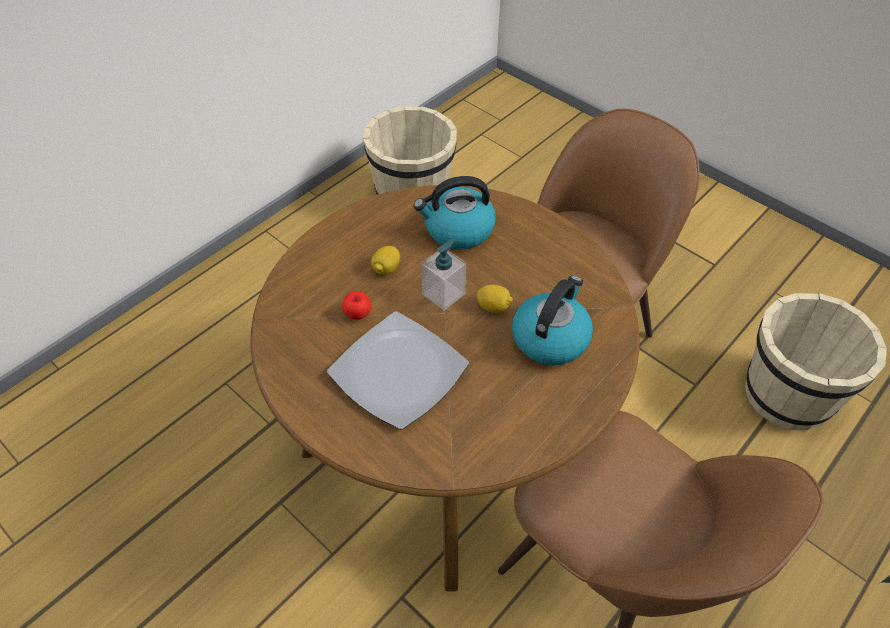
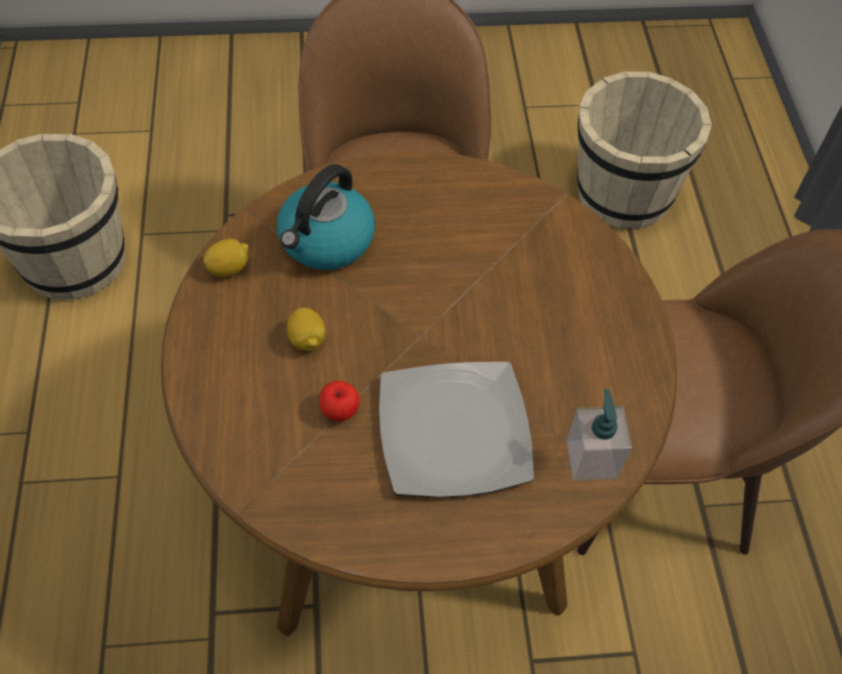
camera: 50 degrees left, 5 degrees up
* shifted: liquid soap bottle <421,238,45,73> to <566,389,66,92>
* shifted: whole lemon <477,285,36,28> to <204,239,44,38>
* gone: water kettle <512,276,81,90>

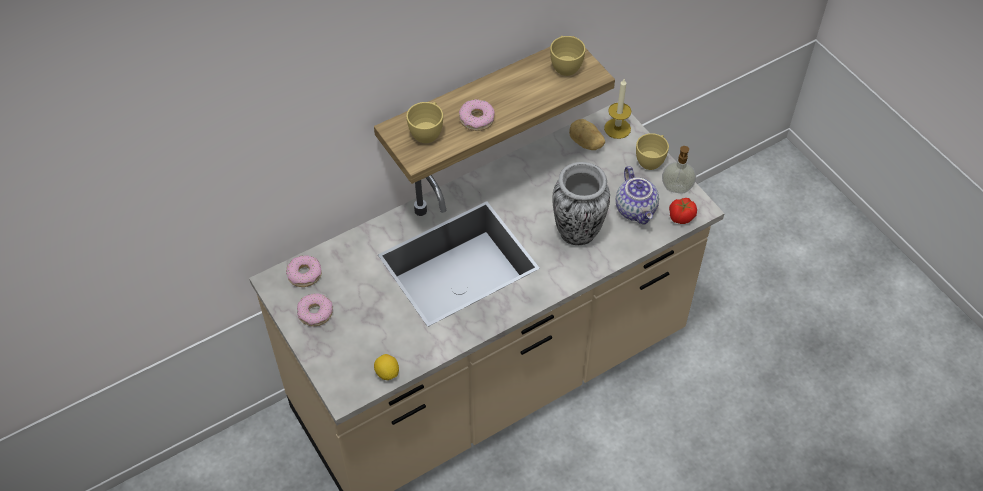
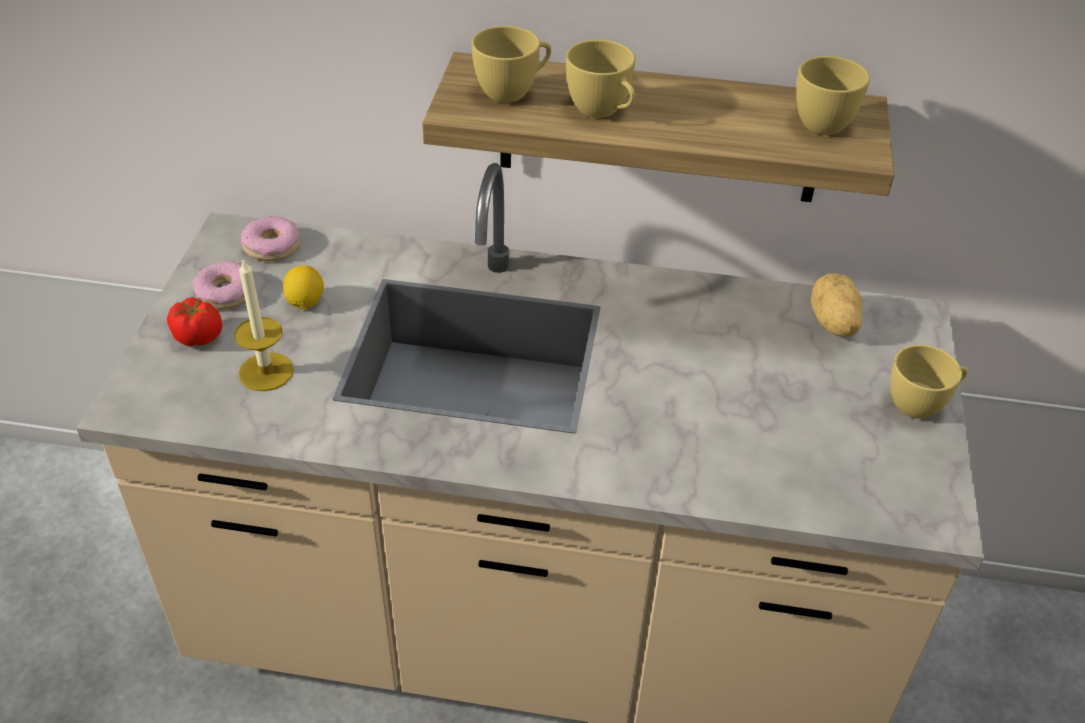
camera: 40 degrees right, 10 degrees down
* shifted: whole lemon <374,354,25,26> to <283,265,41,44>
* swapped: doughnut <459,99,36,32> to drinking cup (yellow-coloured) <566,40,69,78>
* gone: vase <552,162,58,83>
* shifted: candle <604,79,27,60> to <234,259,60,132>
* gone: teapot <616,166,43,58>
* gone: liquid soap bottle <662,146,34,47>
* shifted: fresh tomato <669,198,28,26> to <167,297,55,49>

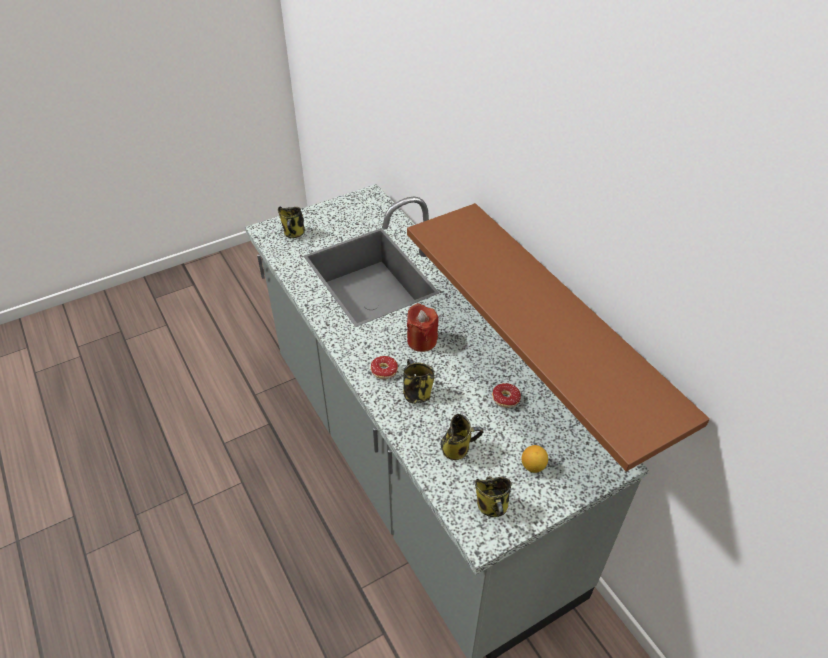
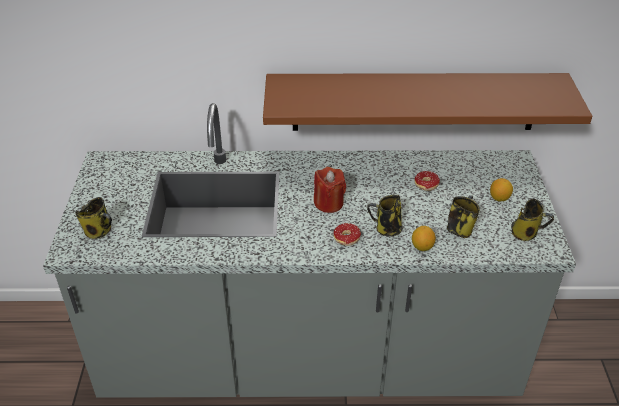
camera: 60 degrees left, 5 degrees down
* new: whole lemon <412,226,24,25>

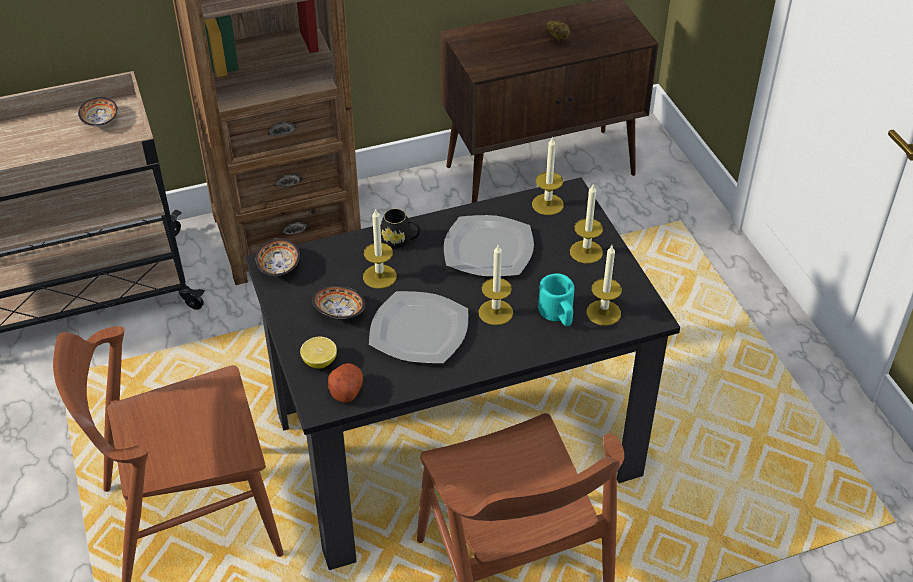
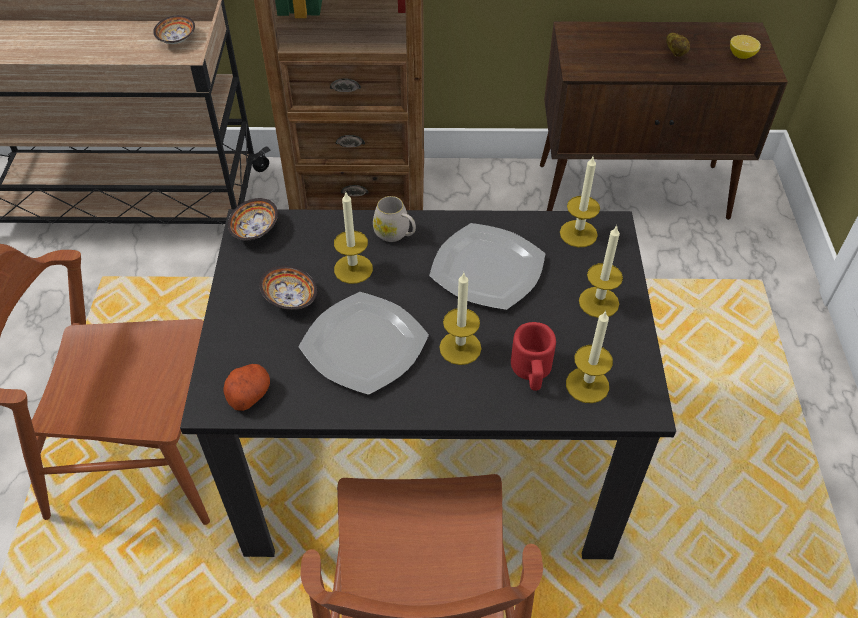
camera: 20 degrees right, 5 degrees up
* shifted: whole lemon <300,337,37,32> to <730,35,31,24>
* repainted: mug (blackish) <380,209,40,39> to mug (white) <373,196,43,46>
* repainted: mug (blue-green) <538,274,36,52> to mug (red-coloured) <511,322,45,69>

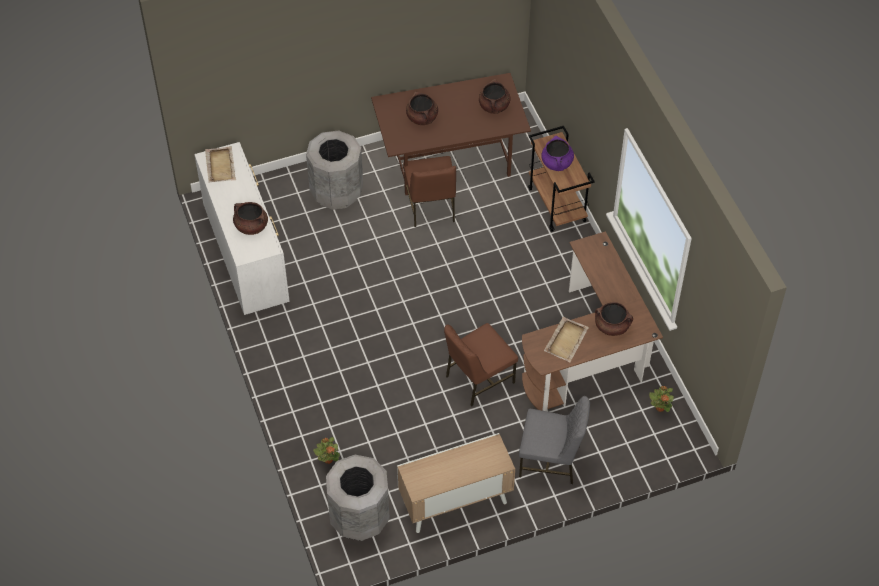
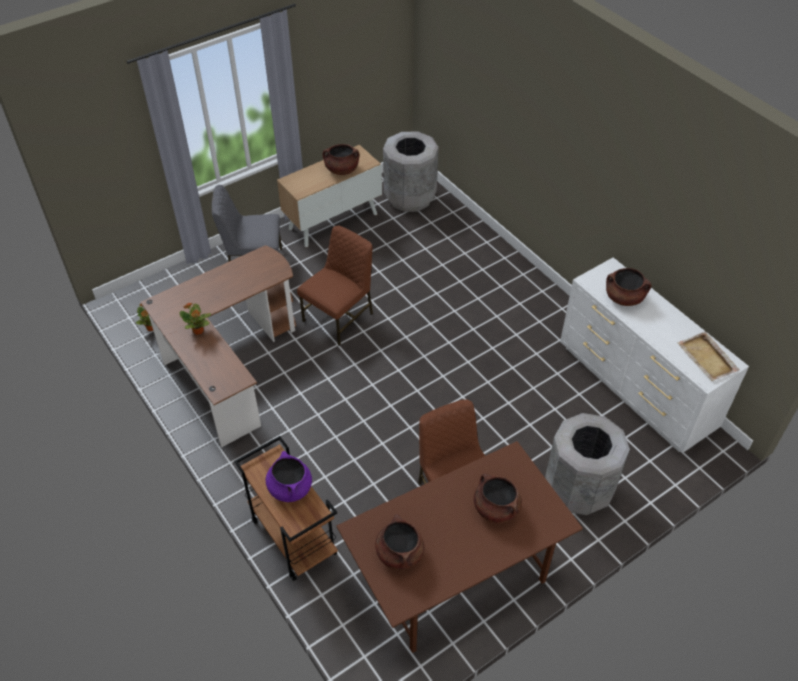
camera: 165 degrees right, 5 degrees down
* shifted: houseplant <313,437,27,27> to <179,302,32,33>
* gone: tray (beige-coloured) <544,317,45,46>
* shifted: saucepot (brown-coloured) <595,302,38,34> to <323,144,36,31>

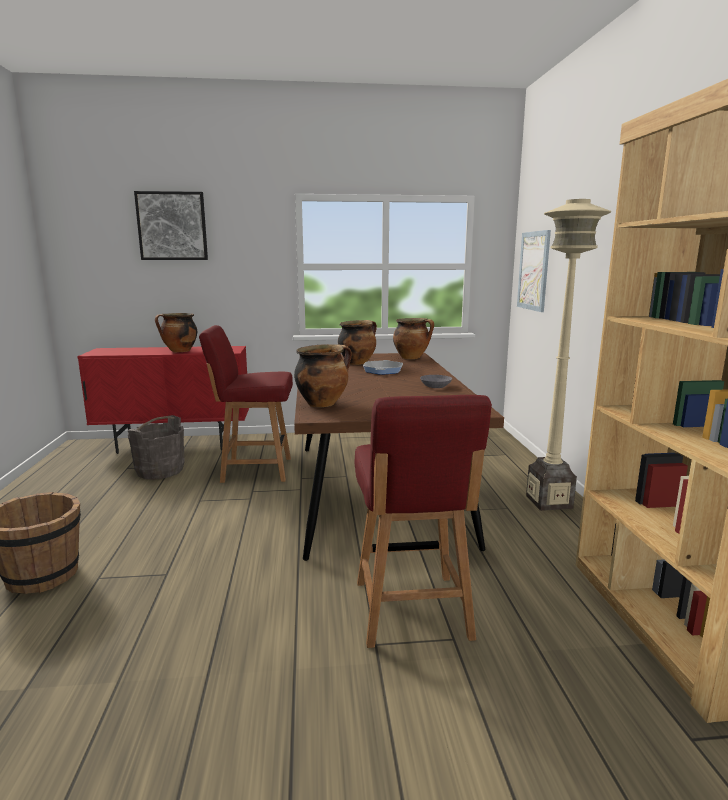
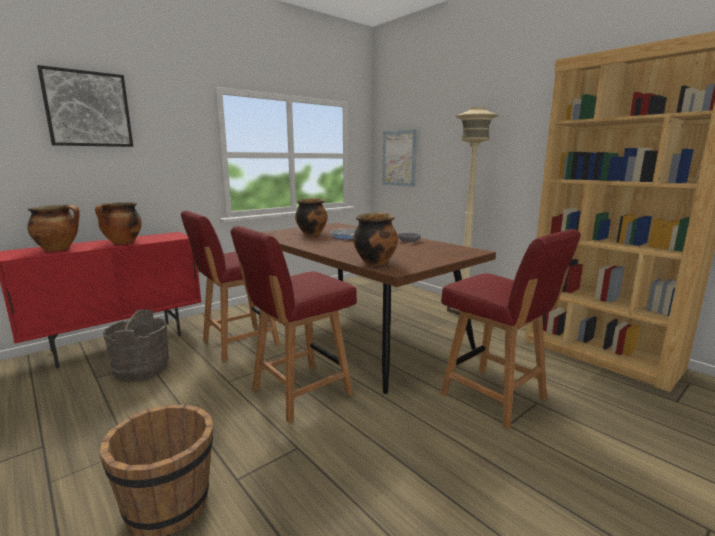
camera: 35 degrees left, 0 degrees up
* shifted: saucepot <393,318,41,41> to <27,205,53,46>
* new: chair (red-coloured) <231,226,126,197>

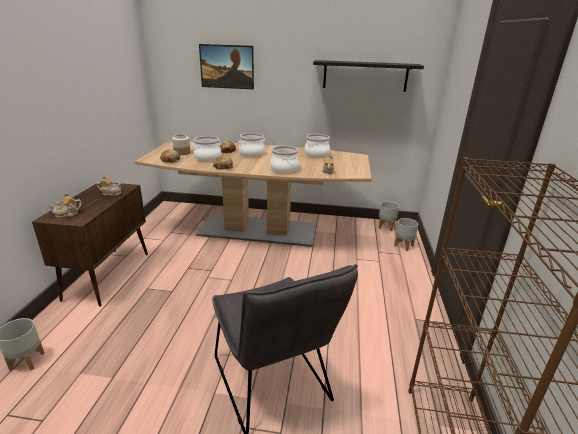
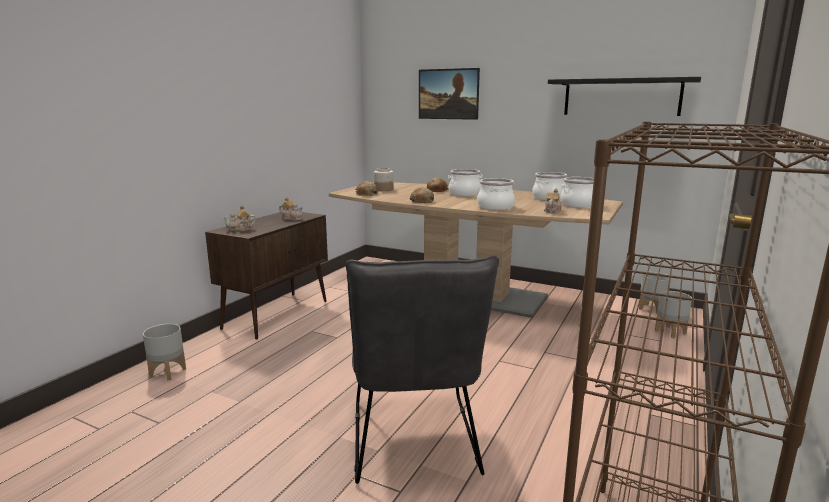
camera: 20 degrees right, 10 degrees down
* shifted: saucepot <192,136,30,26> to <560,177,34,31>

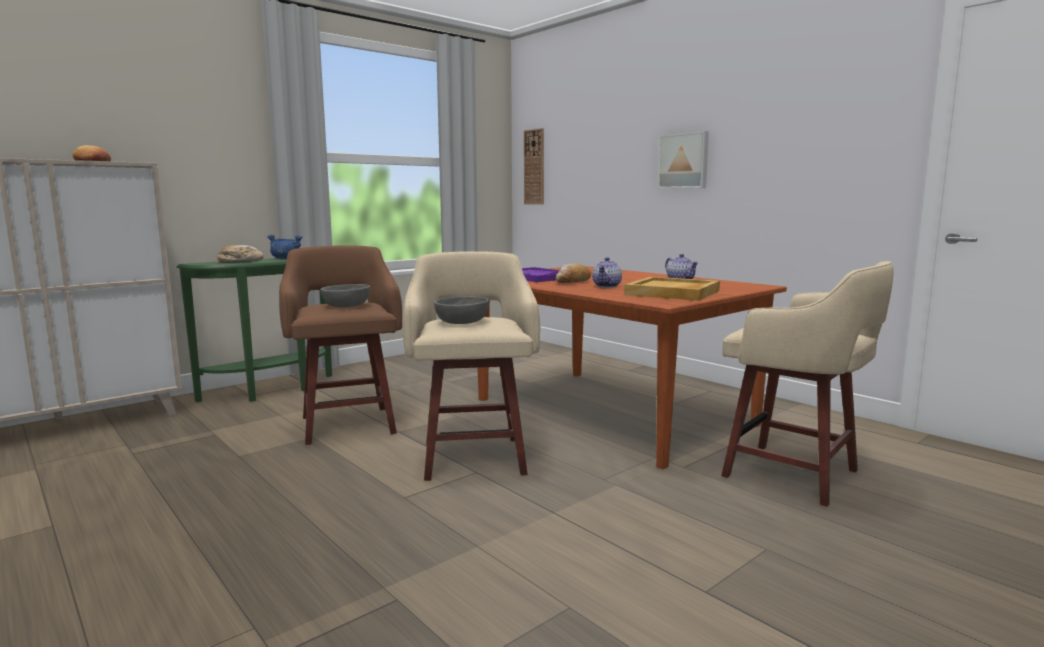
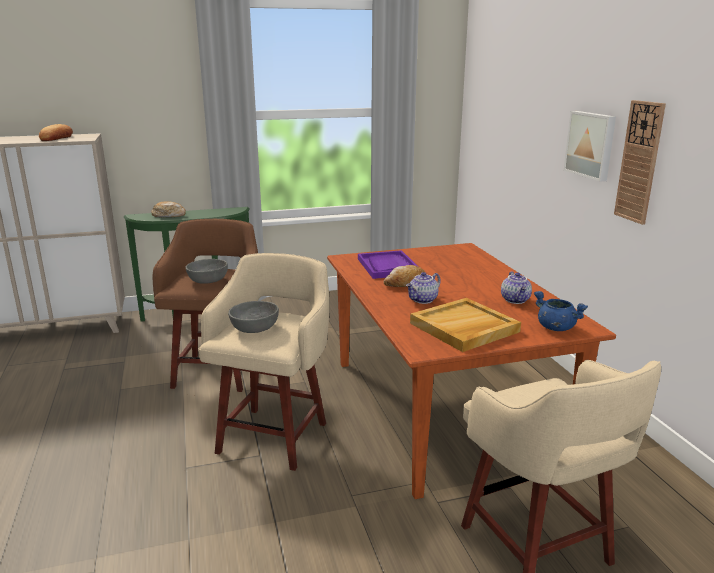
camera: 25 degrees right, 10 degrees up
* shifted: saucepot (blue) <267,235,36,24> to <534,291,54,40>
* shifted: clock on the wall <524,128,20,77> to <614,100,52,125>

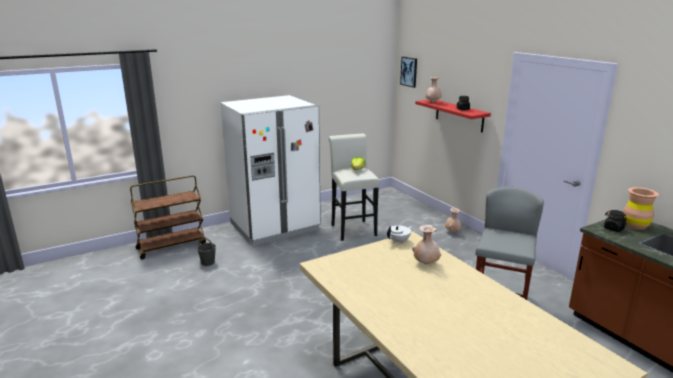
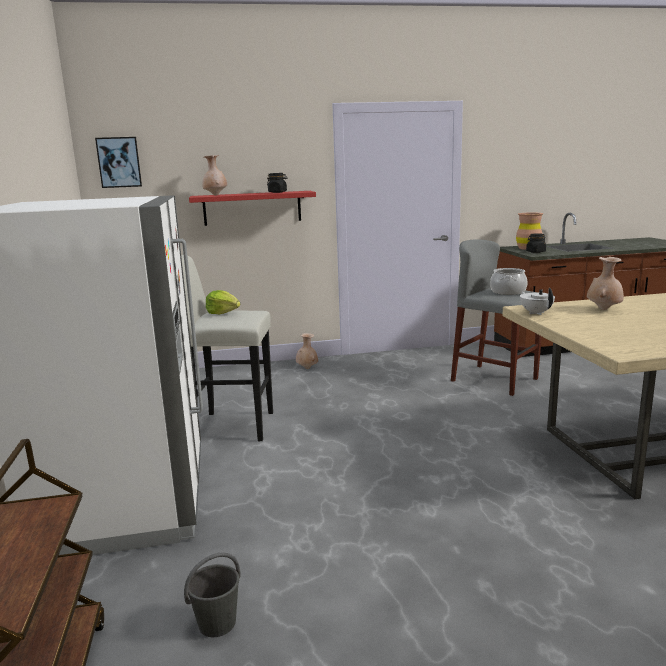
camera: 70 degrees left, 5 degrees down
* new: saucepot <490,268,38,27>

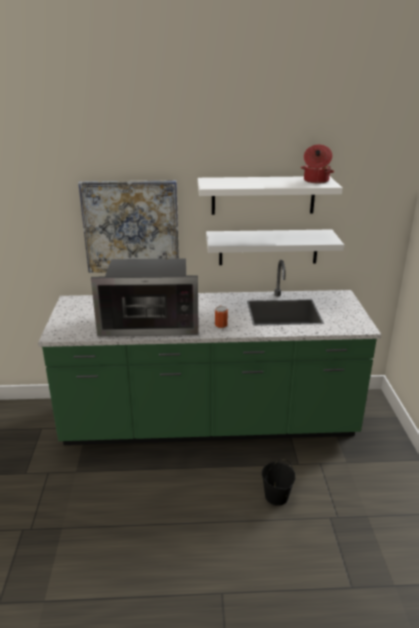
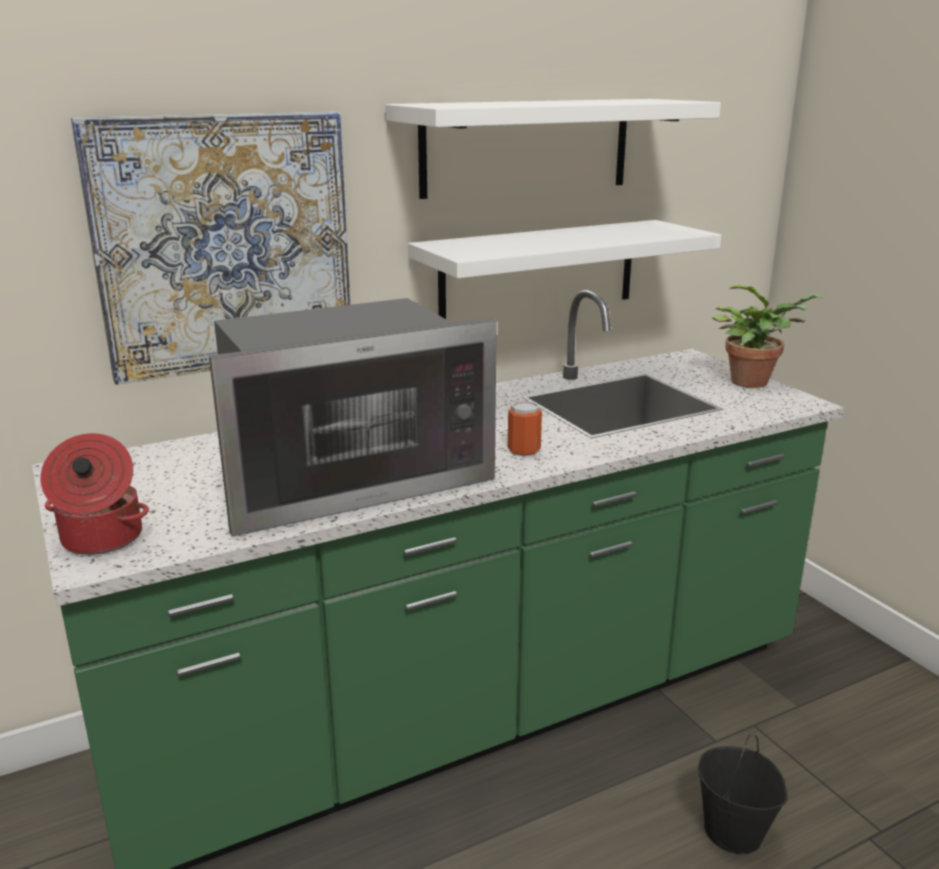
camera: 25 degrees left, 5 degrees down
* shifted: saucepot <301,145,33,38> to <40,433,109,122>
* new: houseplant <712,284,112,104>

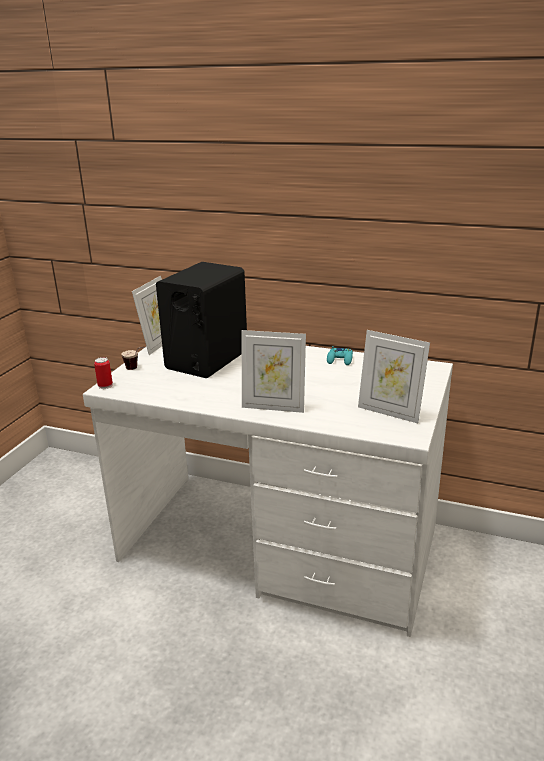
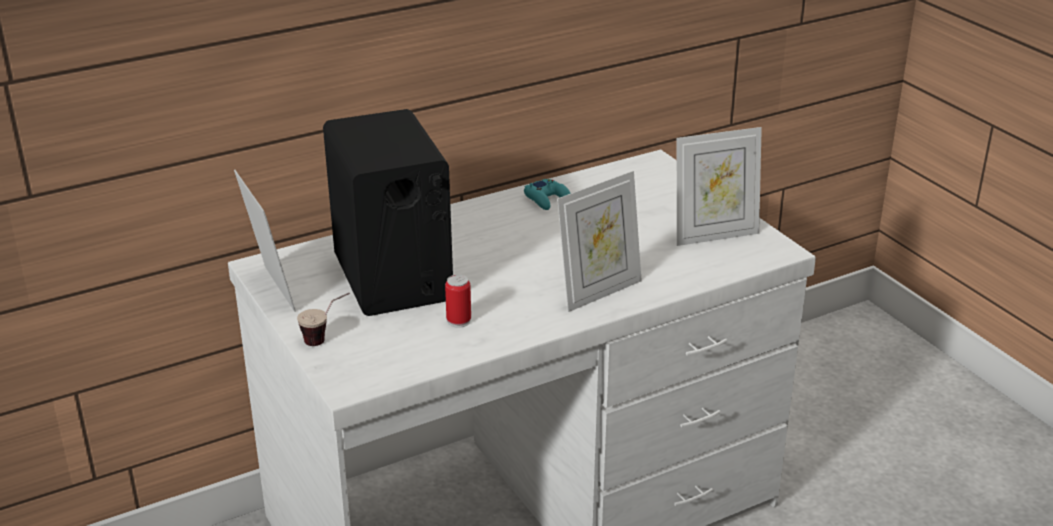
camera: 50 degrees left, 5 degrees up
* shifted: can <94,357,19,32> to <445,274,26,54>

